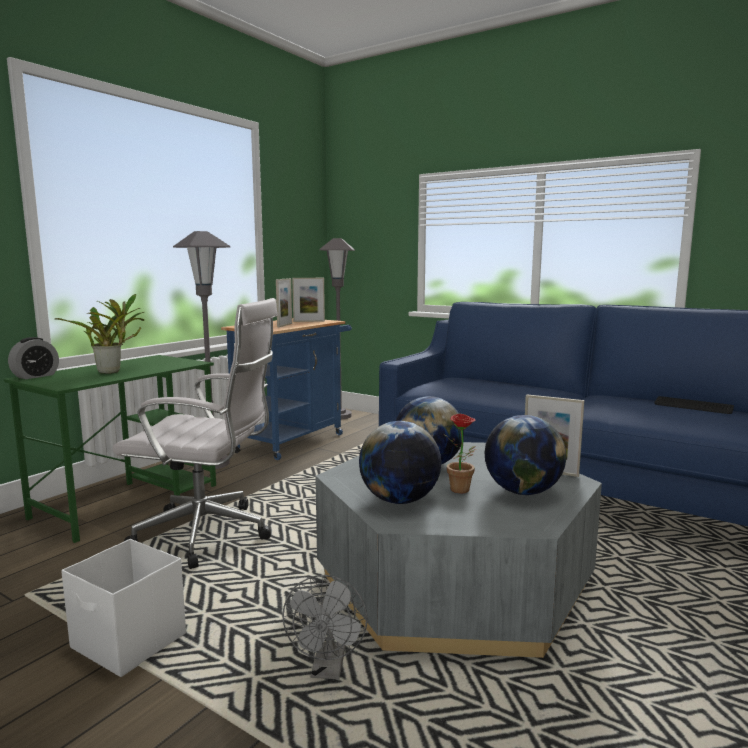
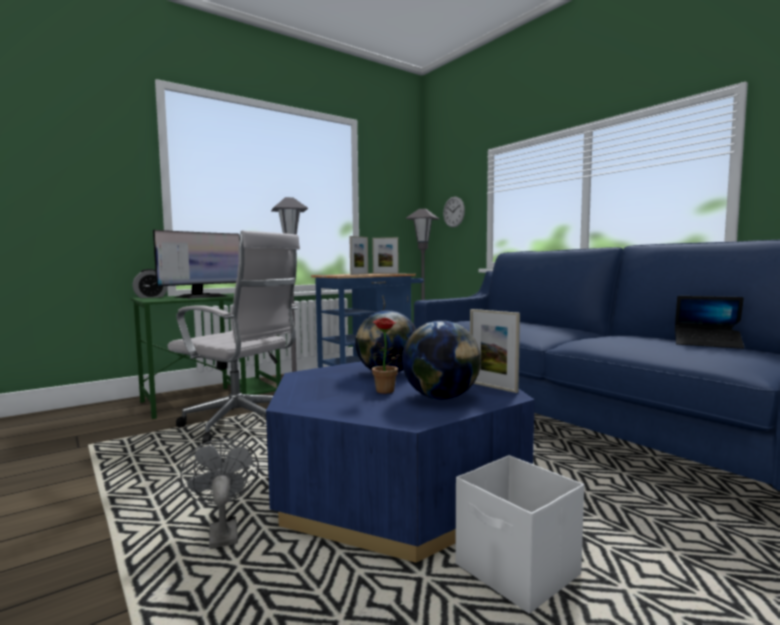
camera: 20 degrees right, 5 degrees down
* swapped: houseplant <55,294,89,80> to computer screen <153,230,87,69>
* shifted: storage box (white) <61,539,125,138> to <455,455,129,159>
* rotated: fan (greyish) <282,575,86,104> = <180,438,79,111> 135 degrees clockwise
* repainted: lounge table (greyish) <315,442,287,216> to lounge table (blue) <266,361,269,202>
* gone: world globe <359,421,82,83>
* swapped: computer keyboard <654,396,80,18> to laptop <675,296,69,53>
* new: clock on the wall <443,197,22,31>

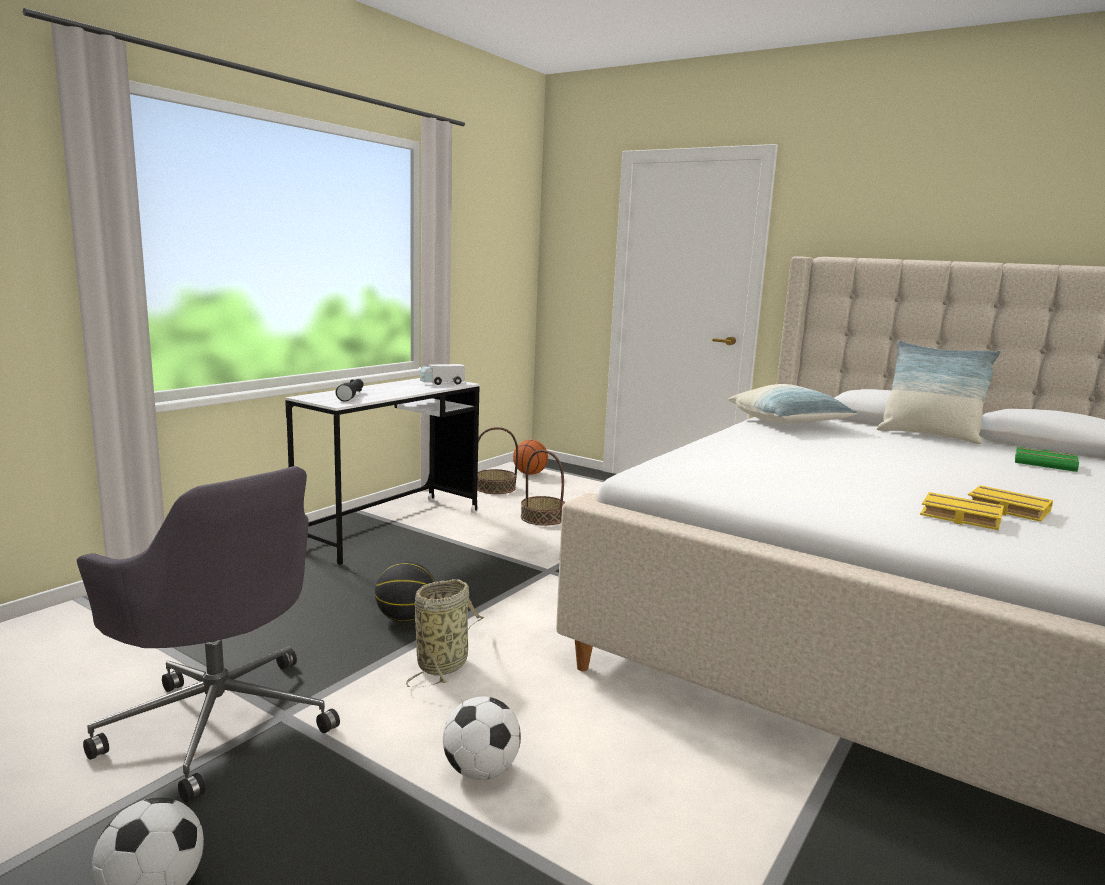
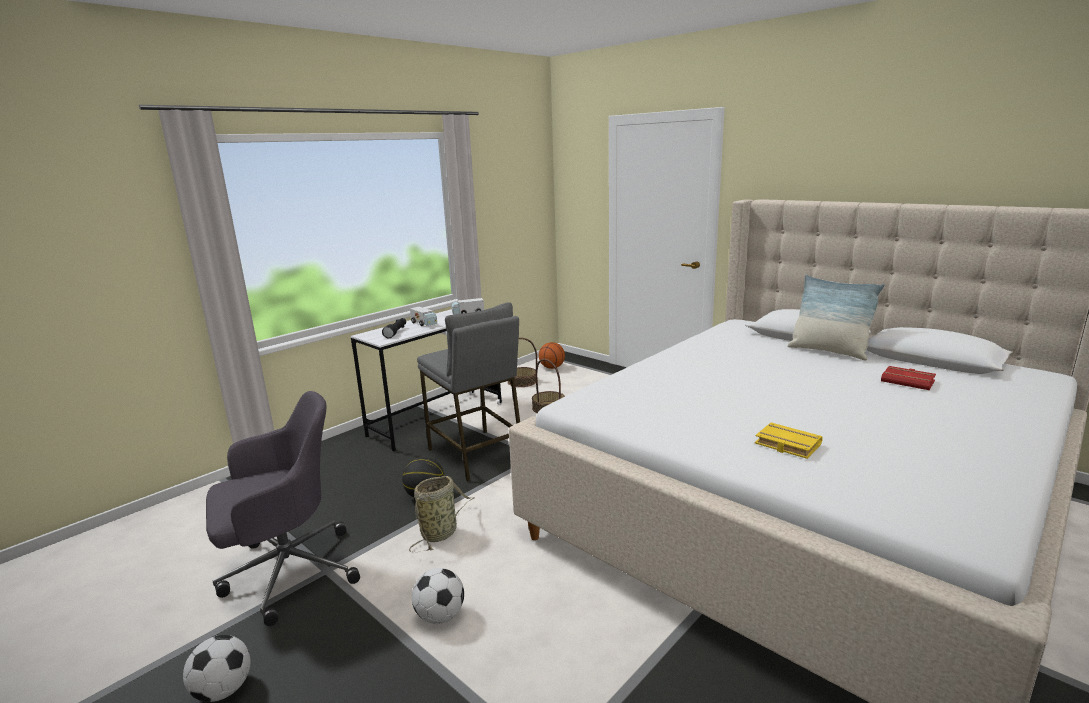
camera: 10 degrees right, 5 degrees up
* rotated: computer chair (greyish) <77,466,263,337> = <206,391,154,235> 75 degrees counterclockwise
* gone: throw pillow <728,384,131,39>
* gone: volume (yellow-coloured) <968,485,85,37>
* repainted: volume (greenish) <1015,447,64,25> to volume (red-coloured) <881,366,55,24>
* new: model truck <410,307,27,19>
* new: stool (greyish) <417,302,103,180>

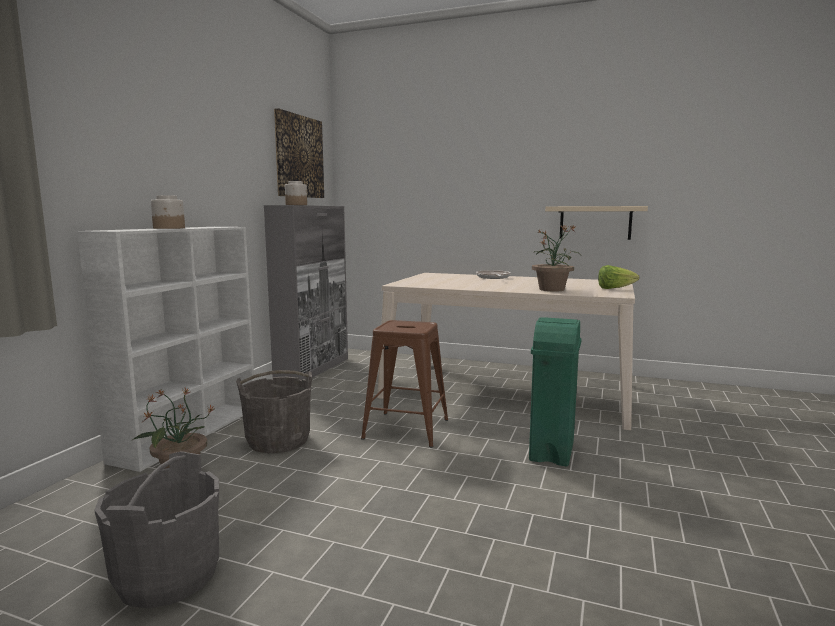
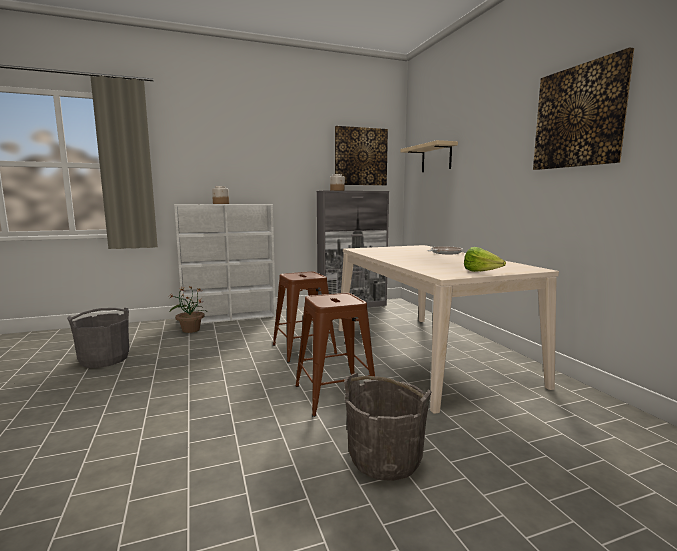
camera: 50 degrees right, 0 degrees up
* shifted: bucket (greyish) <236,370,76,83> to <344,373,88,108>
* swapped: rubbish bin (greenish) <529,317,53,149> to stool (brown-coloured) <295,293,80,124>
* gone: houseplant <532,224,49,68>
* shifted: shelf (beige-coloured) <545,206,103,34> to <401,140,57,32>
* new: picture <533,47,101,123>

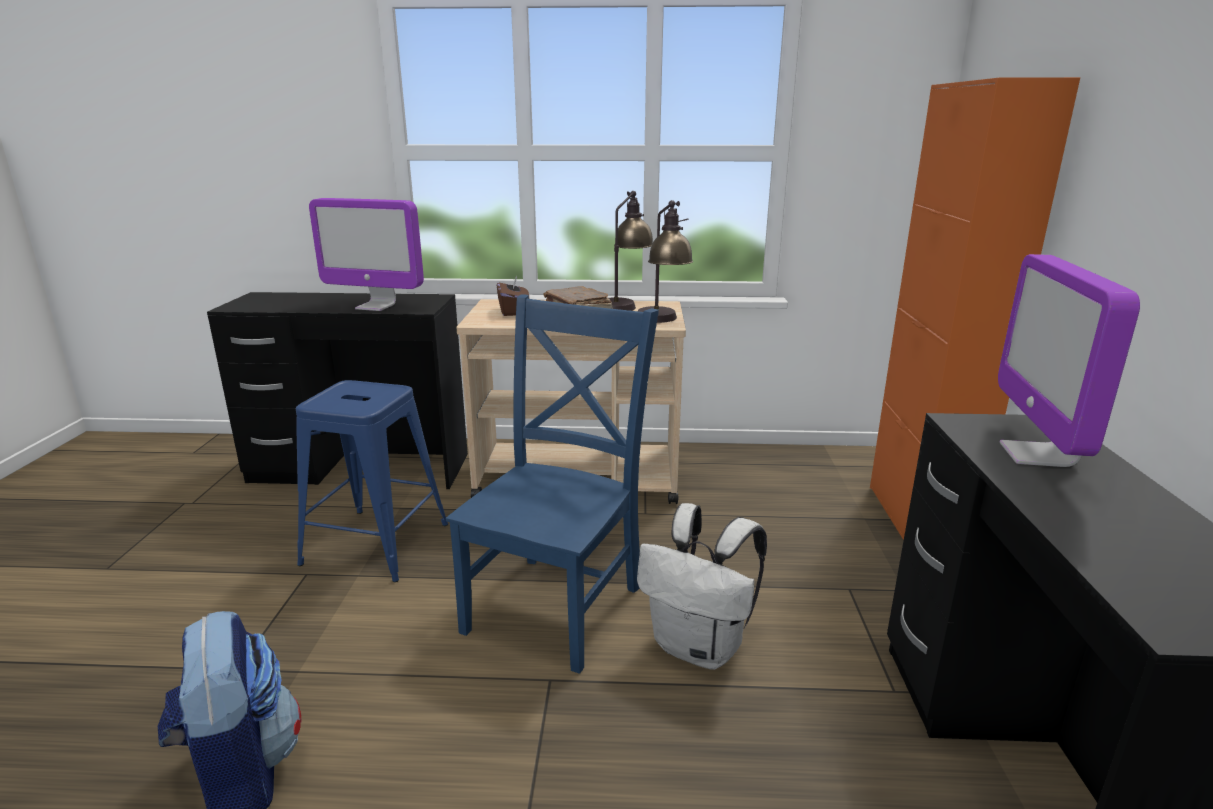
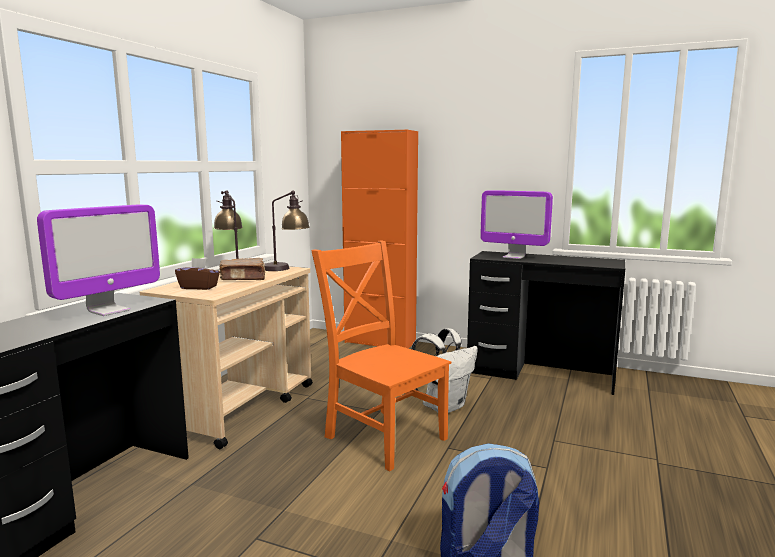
camera: 70 degrees left, 10 degrees down
* gone: stool (blue) <296,380,152,202>
* repainted: chair (blue) <446,294,213,380> to chair (orange) <311,241,140,230>

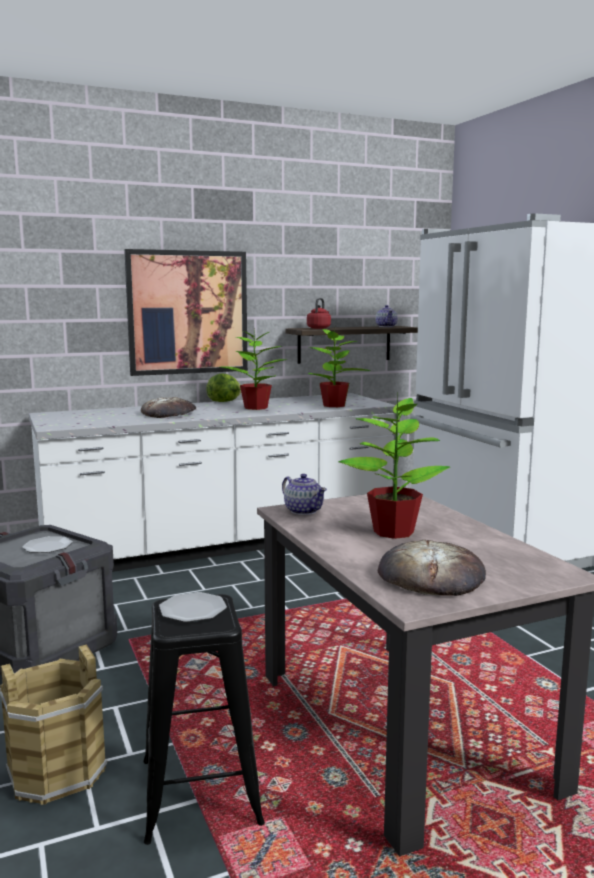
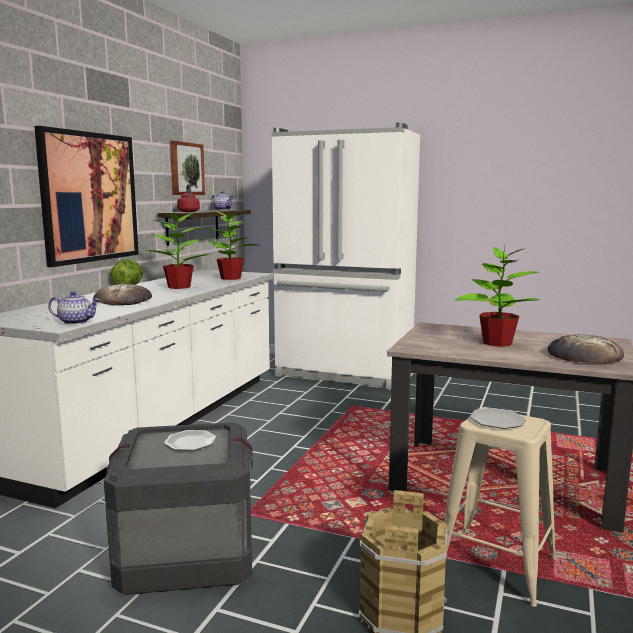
camera: 45 degrees left, 0 degrees up
* repainted: stool (blackish) <143,594,122,251> to stool (beige-coloured) <444,408,113,199>
* shifted: teapot <282,474,45,41> to <48,291,52,34>
* new: picture <170,141,35,54>

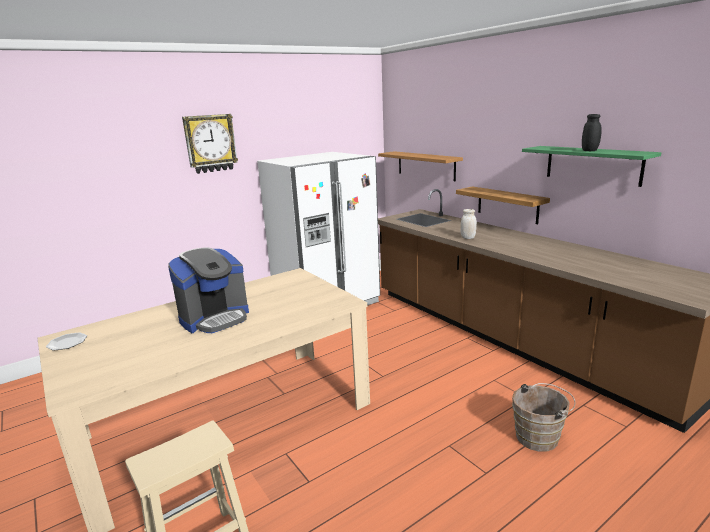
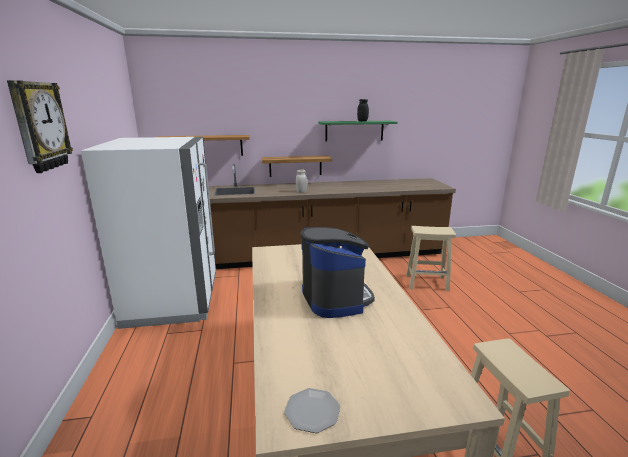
camera: 65 degrees left, 0 degrees up
* swapped: bucket (brown-coloured) <512,383,63,69> to stool (beige-coloured) <406,226,50,65>

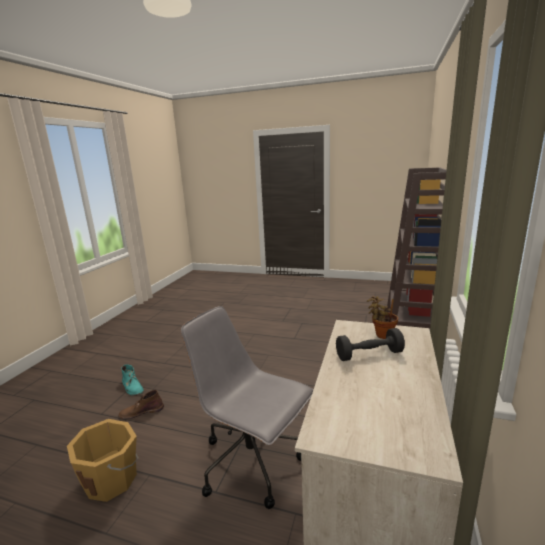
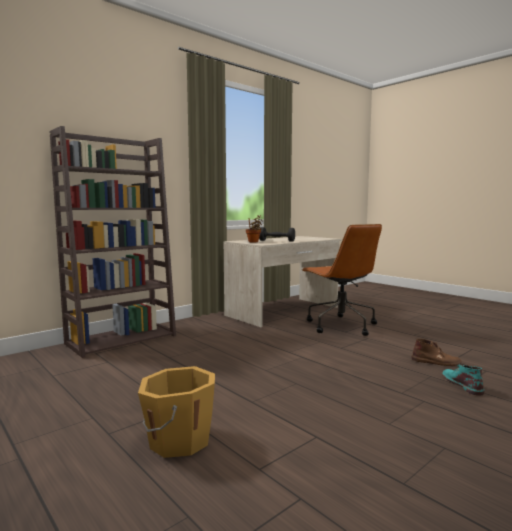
camera: 150 degrees left, 10 degrees down
* shifted: bucket (orange) <67,419,72,83> to <138,366,77,92>
* repainted: computer chair (greyish) <181,306,133,203> to computer chair (brown-coloured) <303,224,79,112>

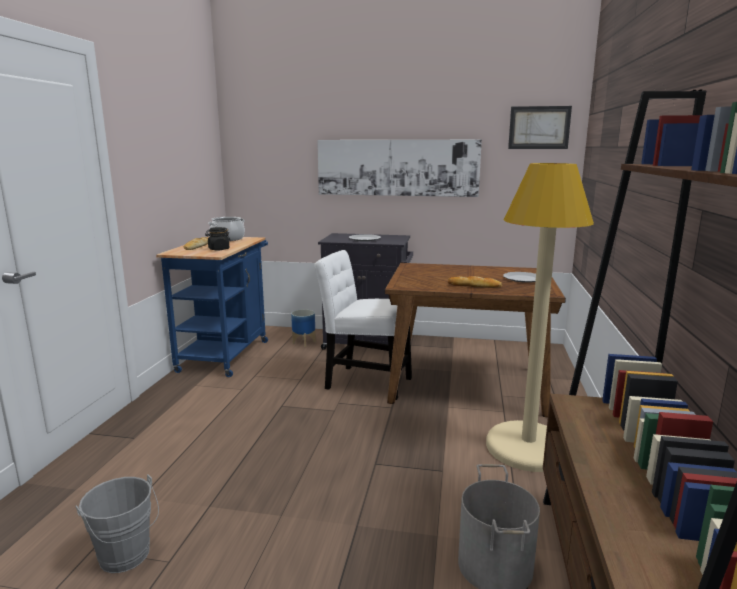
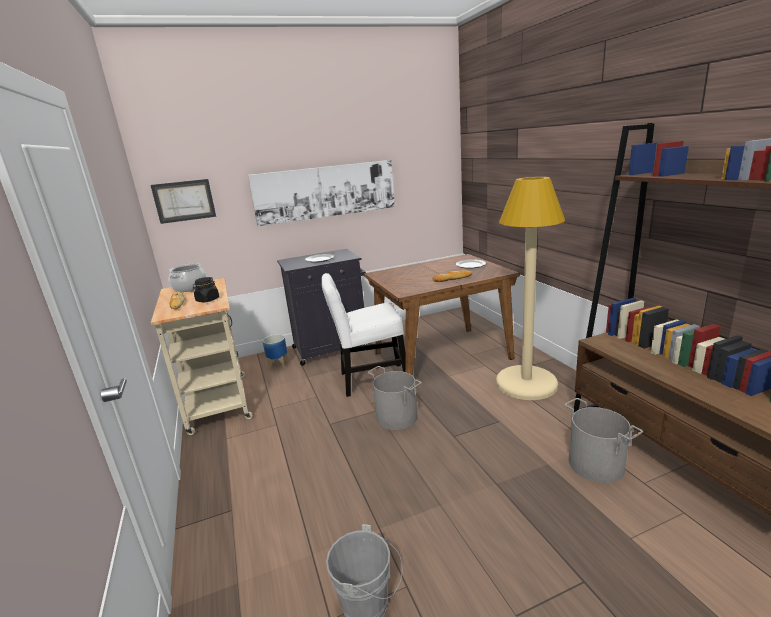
camera: 30 degrees left, 5 degrees up
* repainted: cart (blue) <156,236,112,141> to cart (beige-coloured) <151,278,102,157>
* shifted: picture <508,106,64,43> to <151,179,65,45>
* new: bucket (greyish) <367,366,55,64>

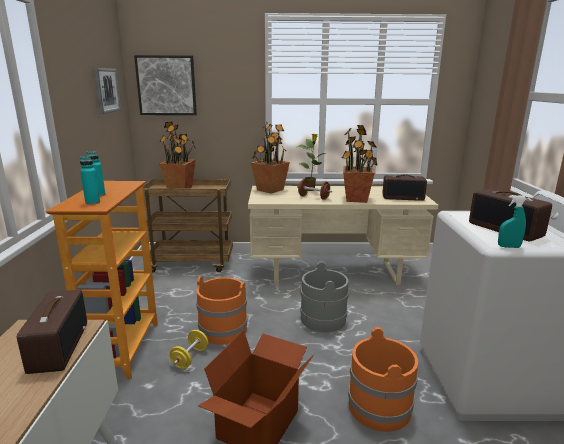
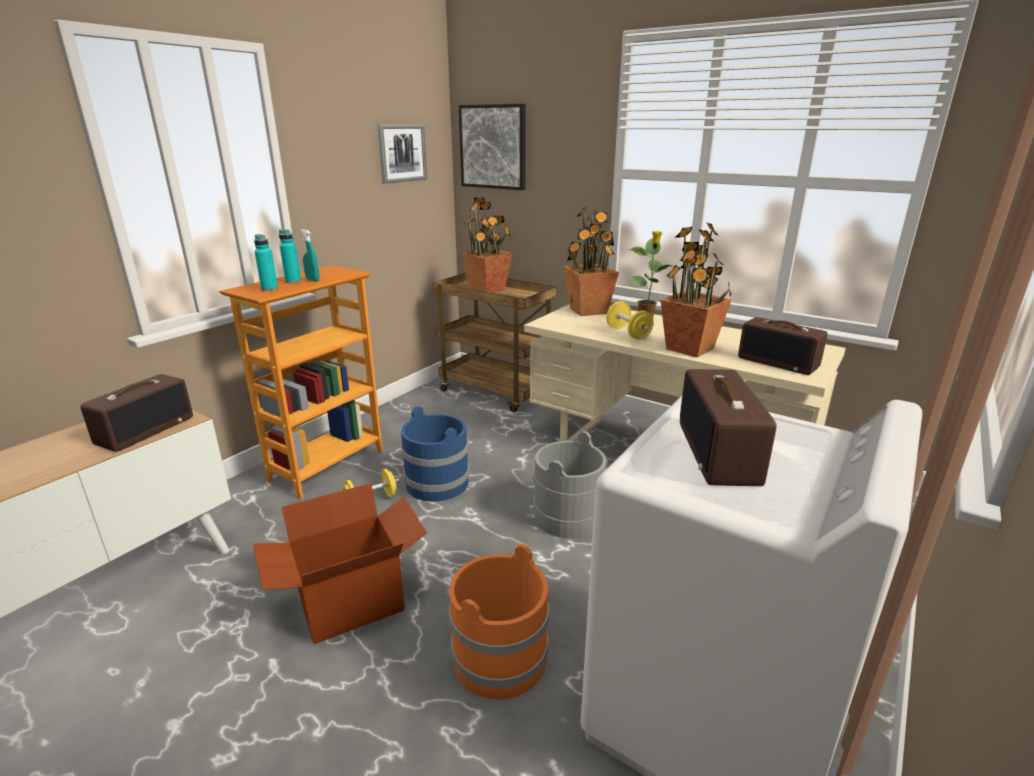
camera: 35 degrees right, 5 degrees up
* repainted: bucket (orange) <196,276,51,69> to bucket (blue) <401,406,68,95>
* repainted: hand weight (brown-coloured) <297,179,35,21> to hand weight (yellow-coloured) <606,301,48,39>
* shifted: spray bottle (blue-green) <498,195,29,53> to <301,229,19,53>

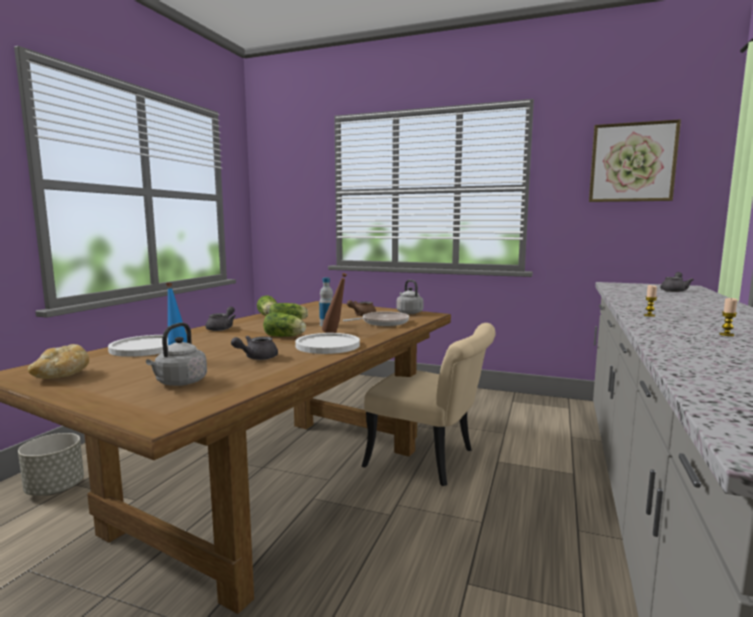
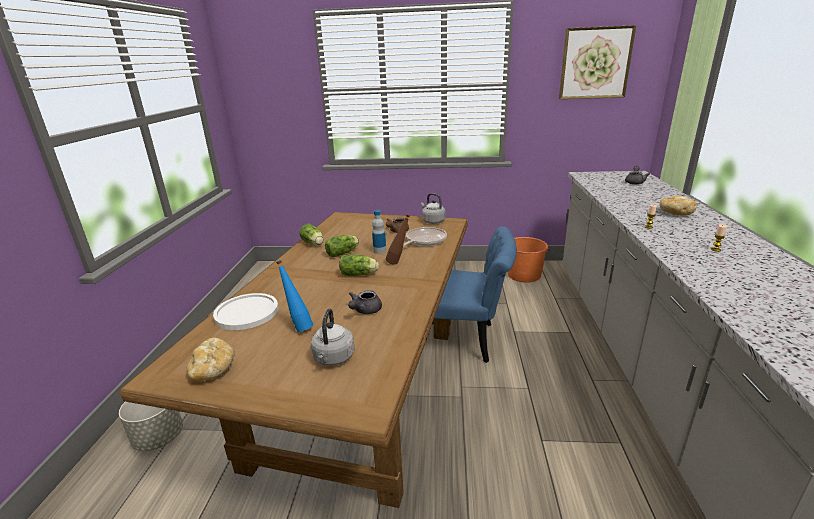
camera: 15 degrees left, 15 degrees up
* gone: teapot (greyish) <205,306,31,25>
* gone: flat dish (white) <295,333,65,21>
* repainted: chair (beige-coloured) <361,323,135,163> to chair (blue) <434,226,83,137>
* new: bucket (orange) <508,237,42,46>
* new: bread <660,196,37,20>

